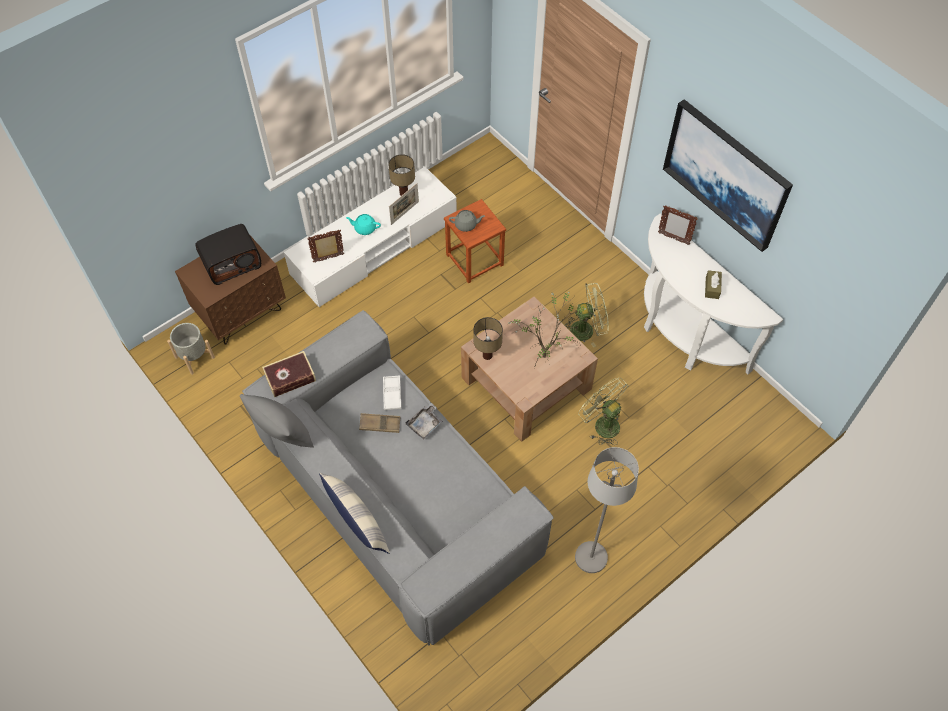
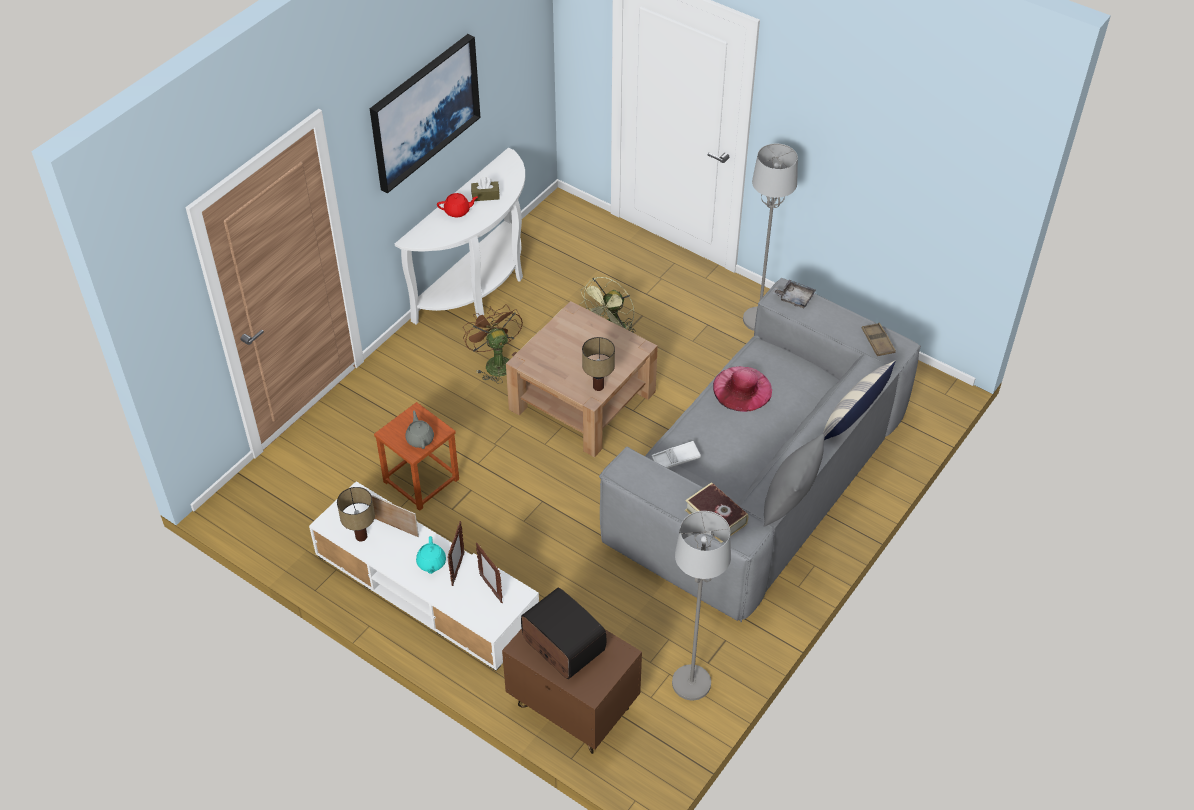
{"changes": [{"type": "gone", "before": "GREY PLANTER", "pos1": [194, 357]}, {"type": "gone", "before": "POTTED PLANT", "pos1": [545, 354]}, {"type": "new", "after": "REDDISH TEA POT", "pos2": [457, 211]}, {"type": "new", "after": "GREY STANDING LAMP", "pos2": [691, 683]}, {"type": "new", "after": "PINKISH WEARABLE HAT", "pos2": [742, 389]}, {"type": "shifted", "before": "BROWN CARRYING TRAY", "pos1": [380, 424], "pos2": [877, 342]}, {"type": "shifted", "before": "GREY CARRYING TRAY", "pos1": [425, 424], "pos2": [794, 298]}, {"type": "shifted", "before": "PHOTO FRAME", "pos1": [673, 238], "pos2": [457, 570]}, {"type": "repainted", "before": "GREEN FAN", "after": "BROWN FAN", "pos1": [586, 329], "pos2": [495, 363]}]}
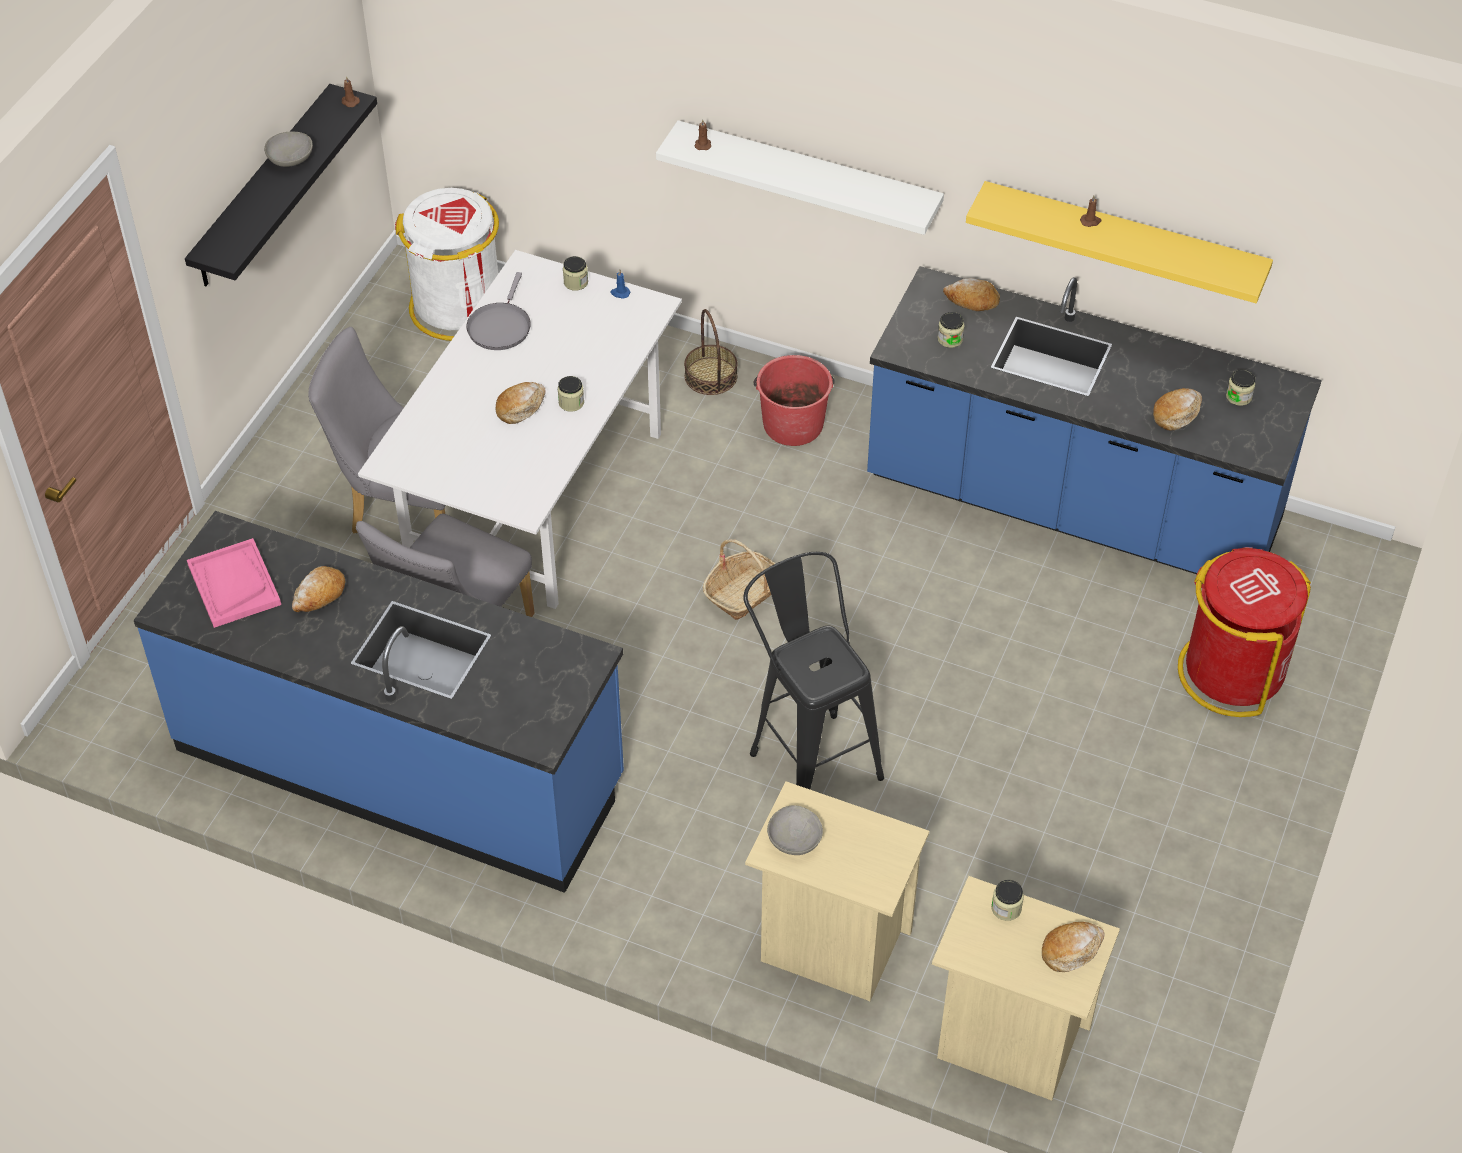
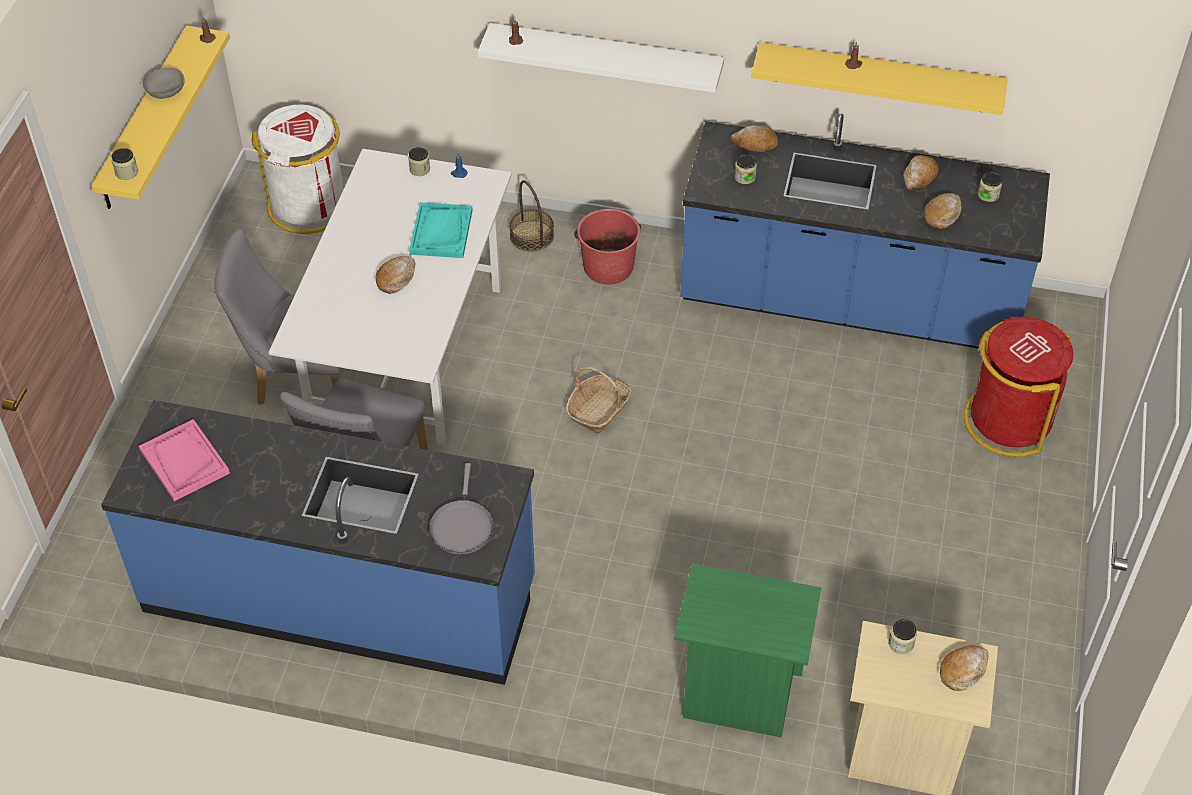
{"changes": [{"type": "gone", "before": "BLACK STOOL", "pos1": [809, 755]}, {"type": "gone", "before": "GREY DEEP DISH", "pos1": [794, 840]}, {"type": "new", "after": "TURQUOISE-COLOURED CARRYING TRAY", "pos2": [441, 232]}, {"type": "shifted", "before": "BAKERY BREAD", "pos1": [319, 595], "pos2": [919, 177]}, {"type": "shifted", "before": "GREY FRYING PAN", "pos1": [500, 326], "pos2": [461, 526]}, {"type": "shifted", "before": "JAR", "pos1": [571, 402], "pos2": [127, 172]}, {"type": "repainted", "before": "BLACK WALL SHELF", "after": "YELLOW WALL SHELF", "pos1": [263, 188], "pos2": [144, 119]}, {"type": "repainted", "before": "BEIGE-COLOURED NIGHTSTAND", "after": "GREEN NIGHTSTAND", "pos1": [830, 945], "pos2": [737, 695]}]}
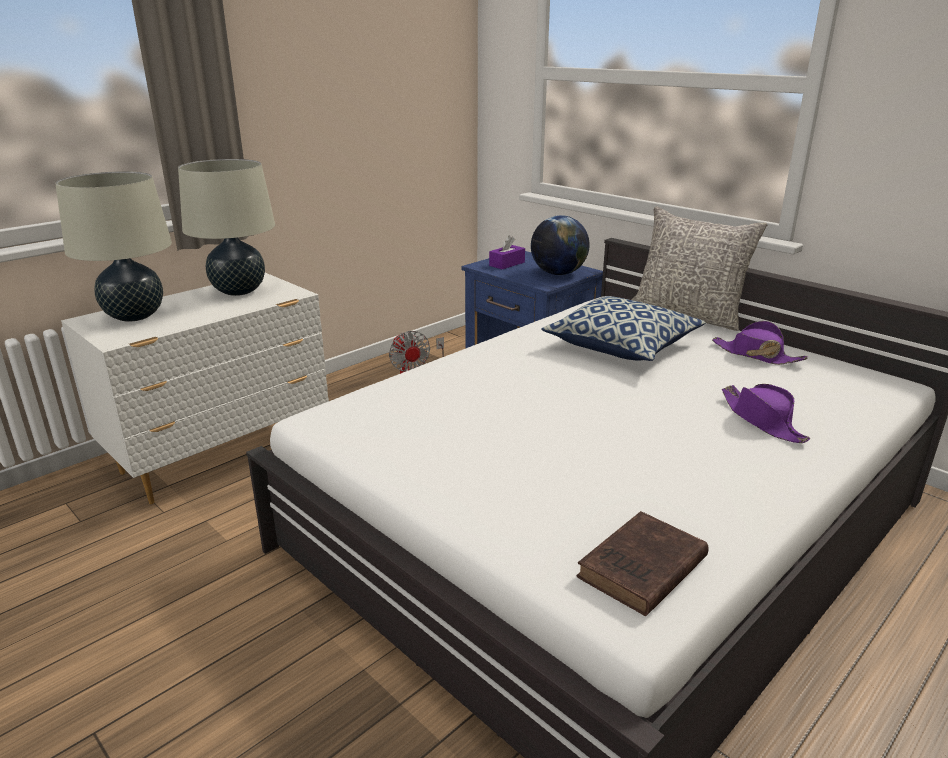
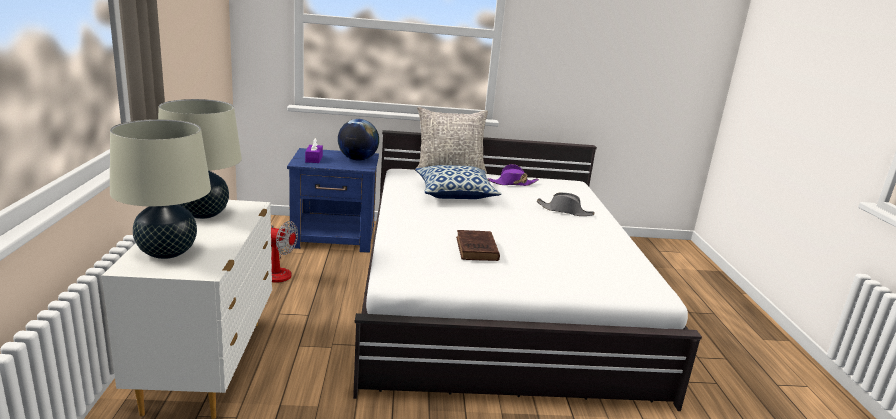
{"changes": [{"type": "shifted", "before": "BROWN BOOK", "pos1": [640, 569], "pos2": [477, 249]}, {"type": "repainted", "before": "PURPLE-COLOURED WEARABLE HAT", "after": "GREY WEARABLE HAT", "pos1": [762, 420], "pos2": [565, 211]}]}
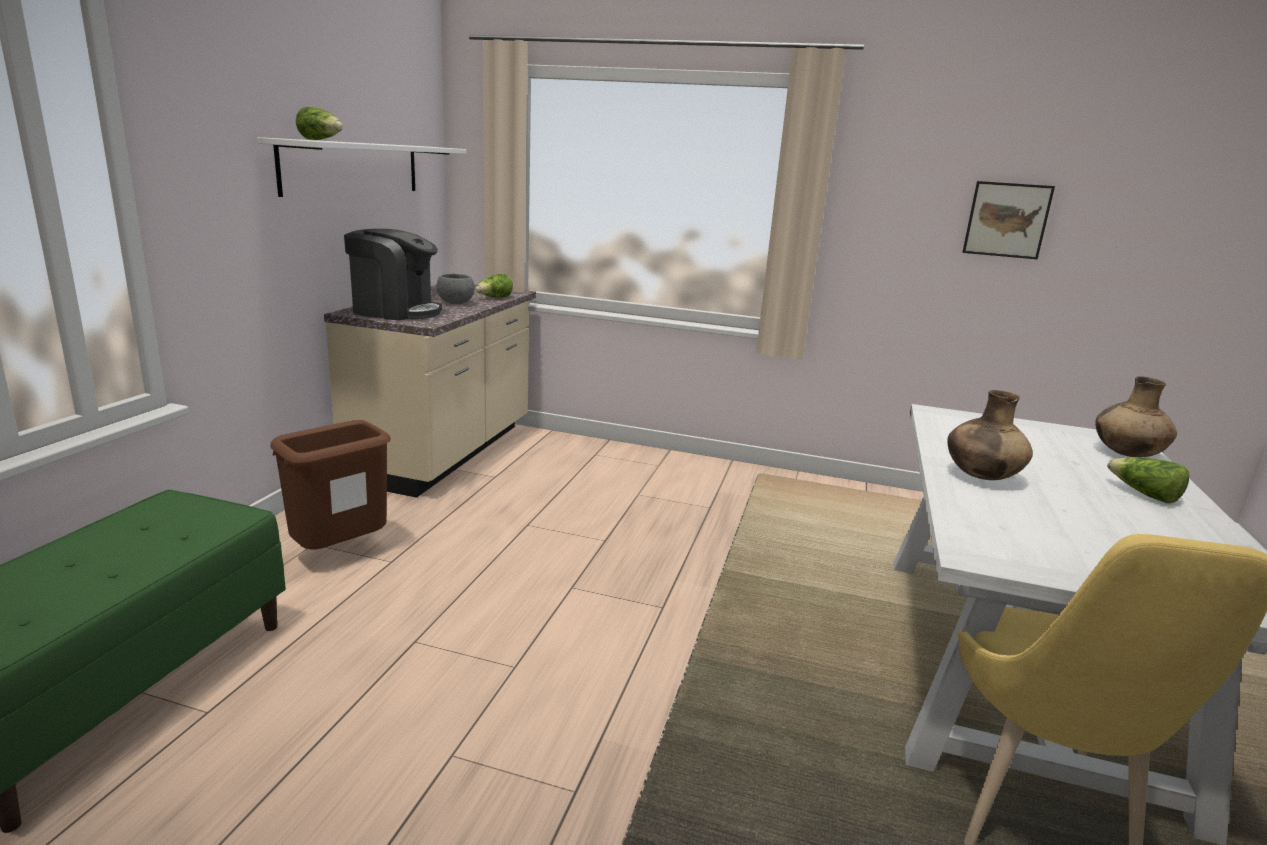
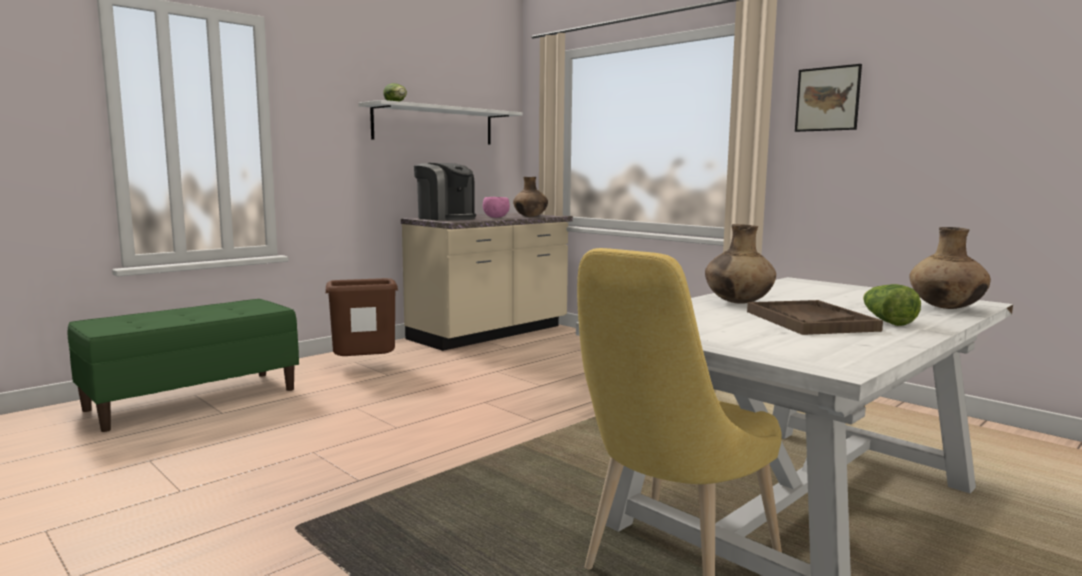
{"changes": [{"type": "new", "after": "BROWN CARRYING TRAY", "pos2": [809, 321]}, {"type": "shifted", "before": "WALL PICTURE", "pos1": [1007, 220], "pos2": [827, 99]}, {"type": "swapped", "before": "LETTUCE", "after": "BROWN DECORATIVE VASE", "pos1": [494, 298], "pos2": [530, 217]}, {"type": "repainted", "before": "GREY DEEP DISH", "after": "PINKISH DEEP DISH", "pos1": [456, 303], "pos2": [496, 217]}]}
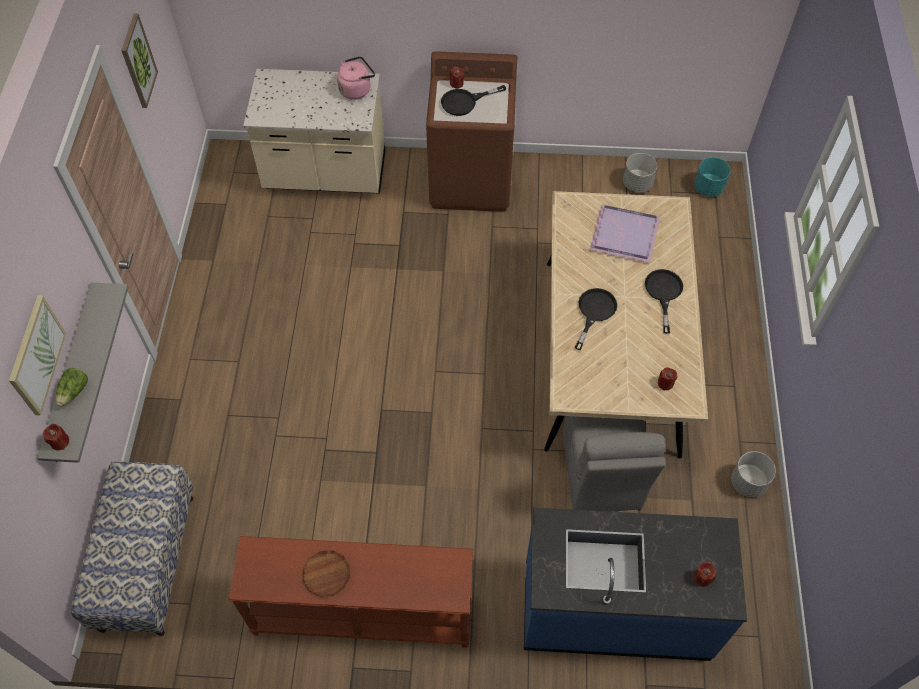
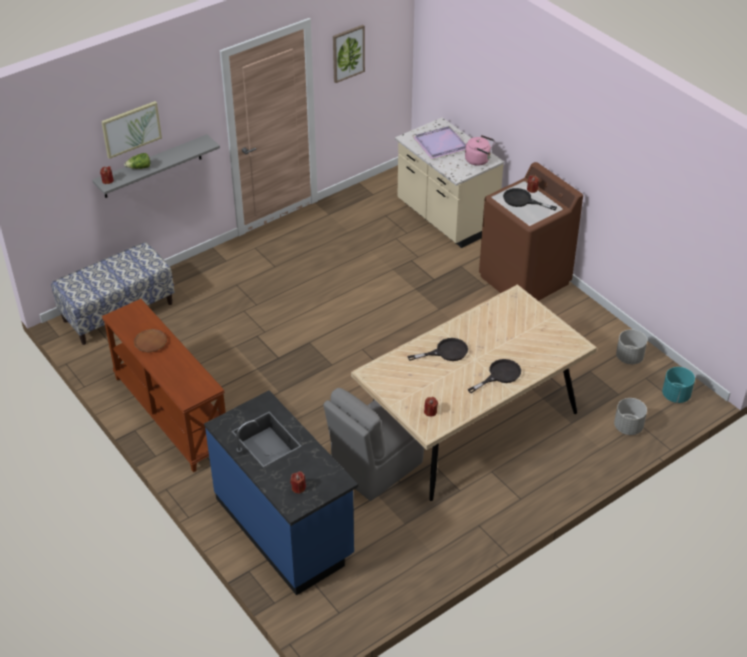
{"changes": [{"type": "shifted", "before": "PURPLE-COLOURED CARRYING TRAY", "pos1": [623, 235], "pos2": [439, 144]}, {"type": "shifted", "before": "GREY PLANTER", "pos1": [747, 483], "pos2": [627, 427]}]}
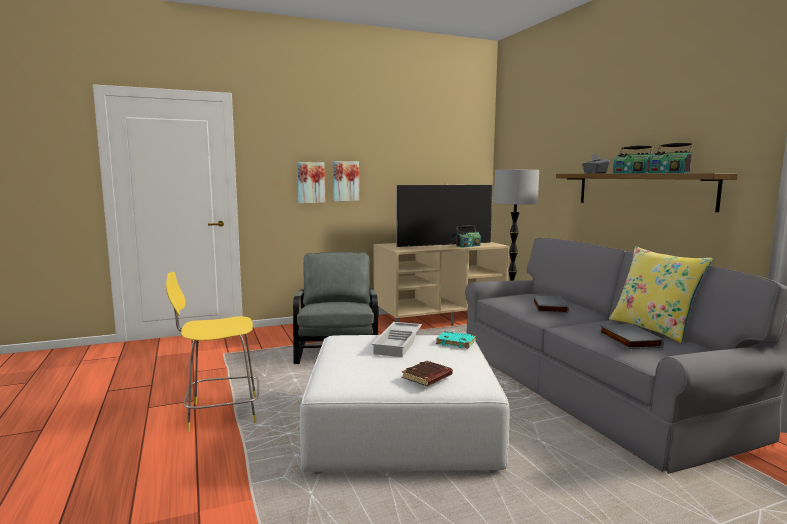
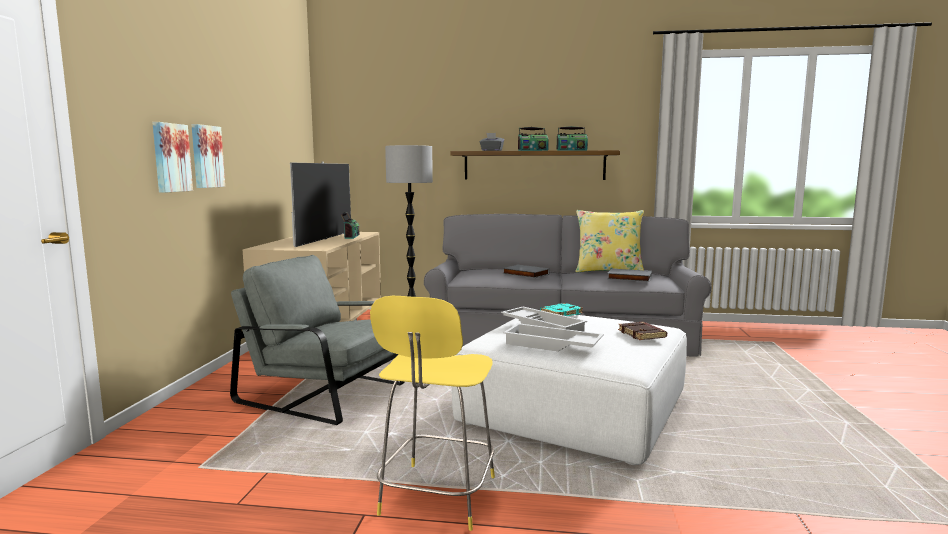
{"changes": [{"type": "new", "after": "WHITE CARRYING TRAY", "pos2": [551, 345]}]}
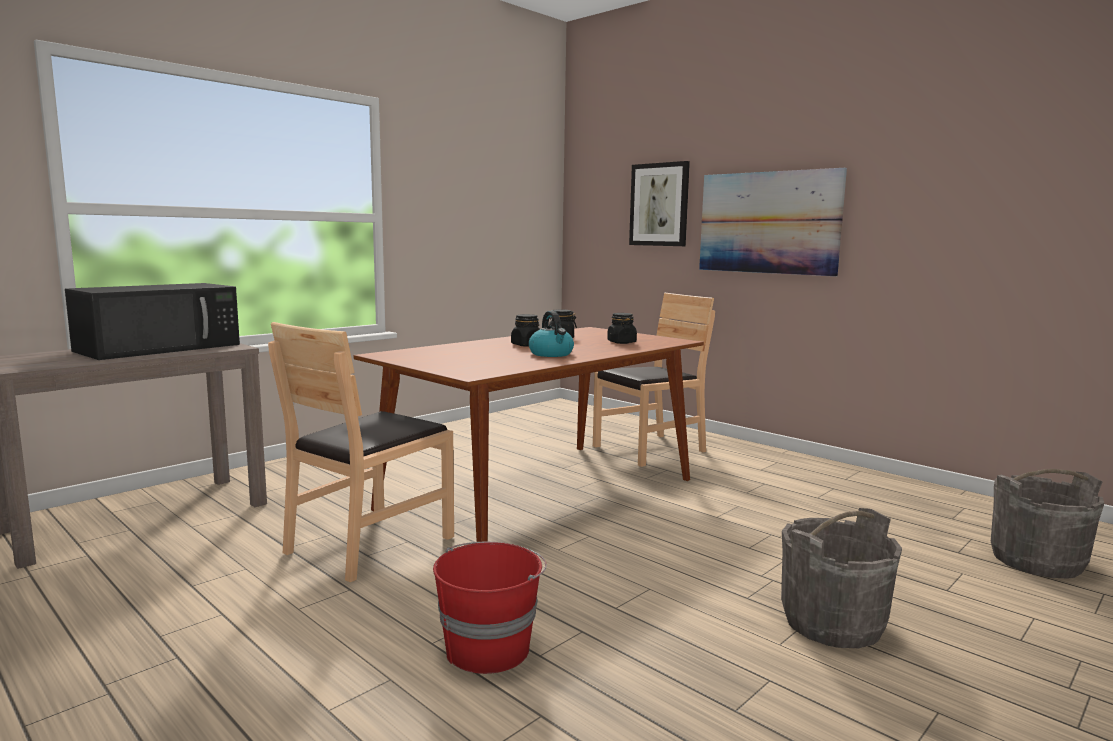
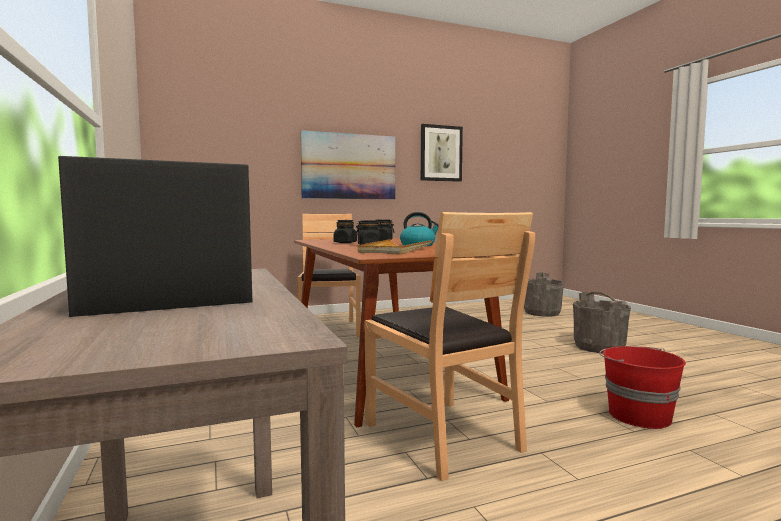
{"changes": [{"type": "new", "after": "BEIGE-COLOURED CARRYING TRAY", "pos2": [395, 250]}, {"type": "shifted", "before": "WALL PICTURE", "pos1": [659, 204], "pos2": [441, 153]}]}
